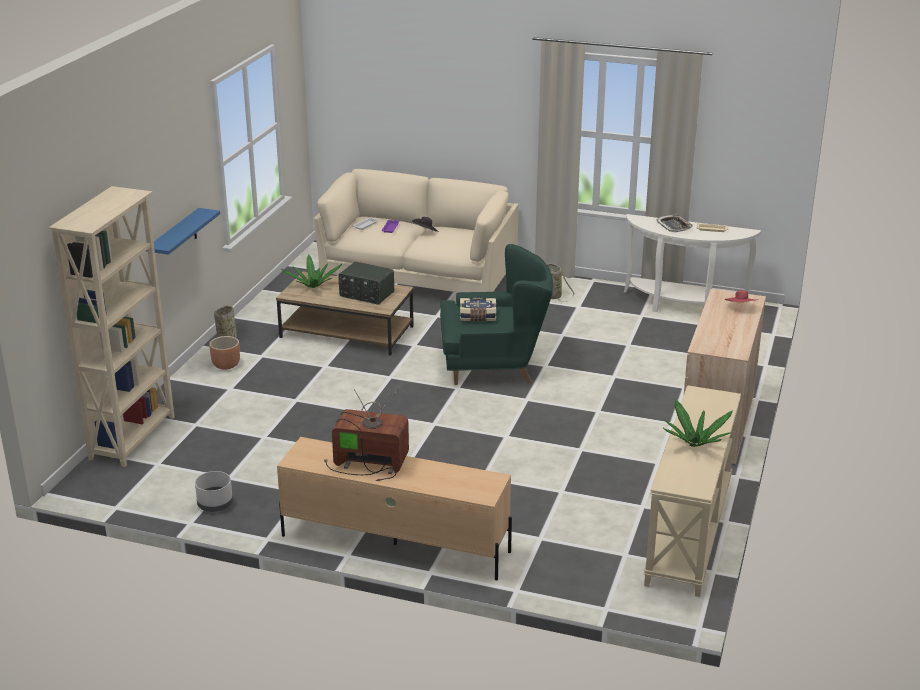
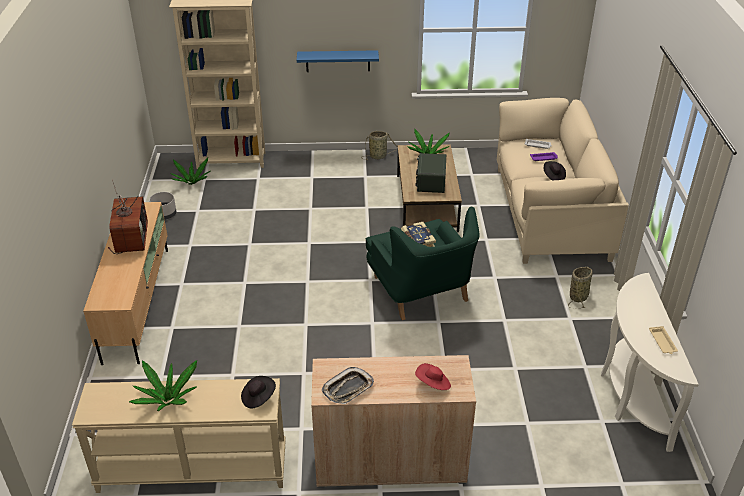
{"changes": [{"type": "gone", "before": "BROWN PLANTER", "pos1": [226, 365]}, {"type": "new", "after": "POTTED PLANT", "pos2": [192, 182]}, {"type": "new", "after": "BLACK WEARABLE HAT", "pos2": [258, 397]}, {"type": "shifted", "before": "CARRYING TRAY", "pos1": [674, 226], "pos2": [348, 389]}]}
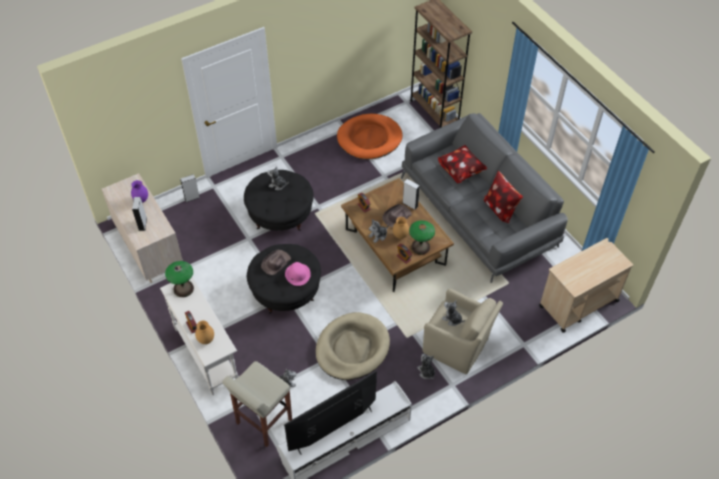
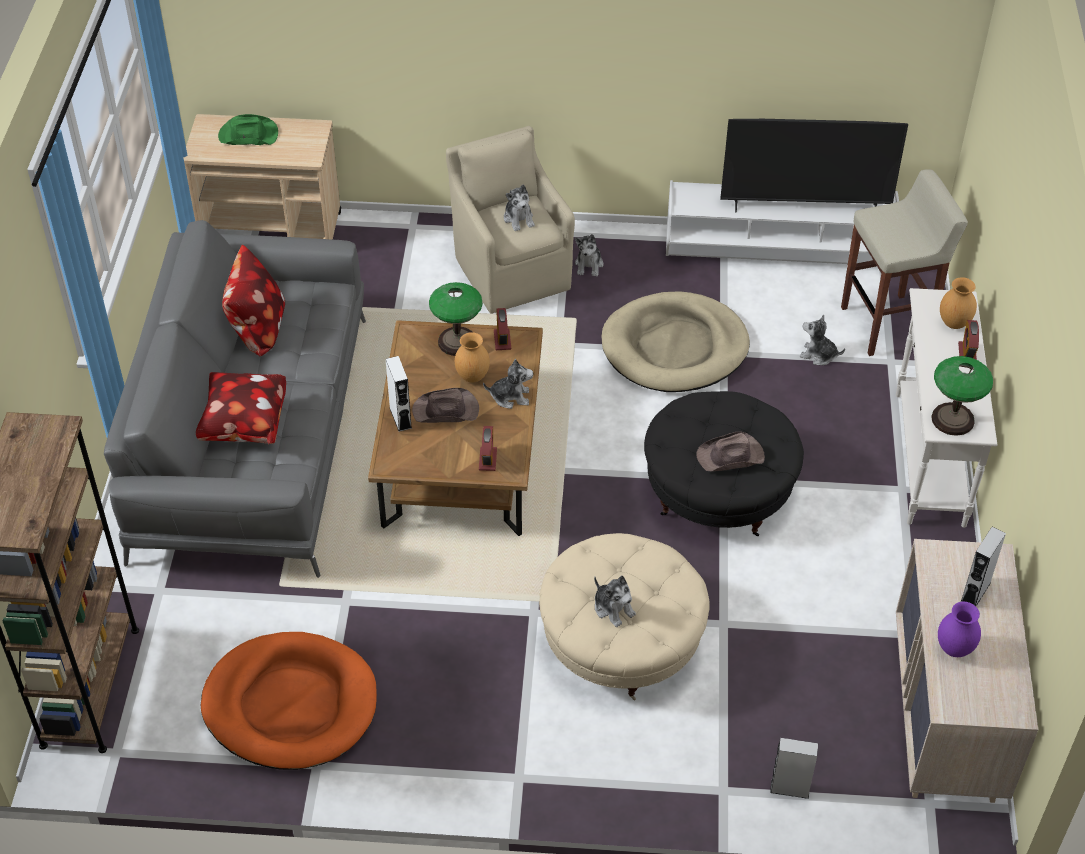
{"changes": [{"type": "gone", "before": "PINKISH WEARABLE HAT", "pos1": [297, 274]}, {"type": "new", "after": "GREEN WEARABLE HAT", "pos2": [247, 135]}, {"type": "repainted", "before": "BLACK OTTOMAN", "after": "BEIGE-COLOURED OTTOMAN", "pos1": [280, 213], "pos2": [621, 640]}]}
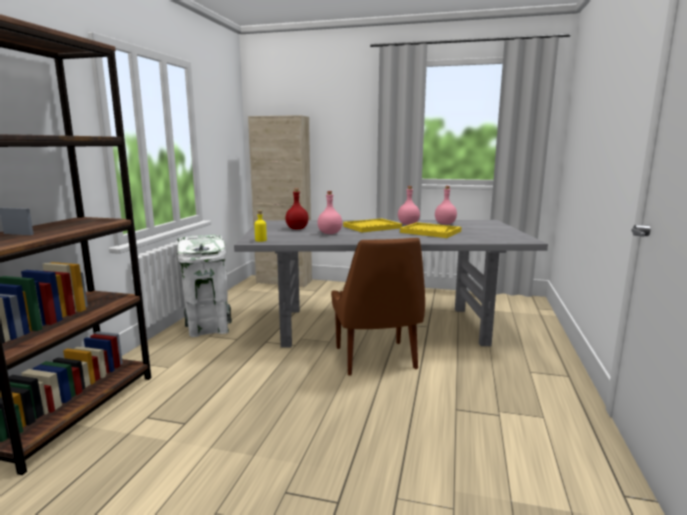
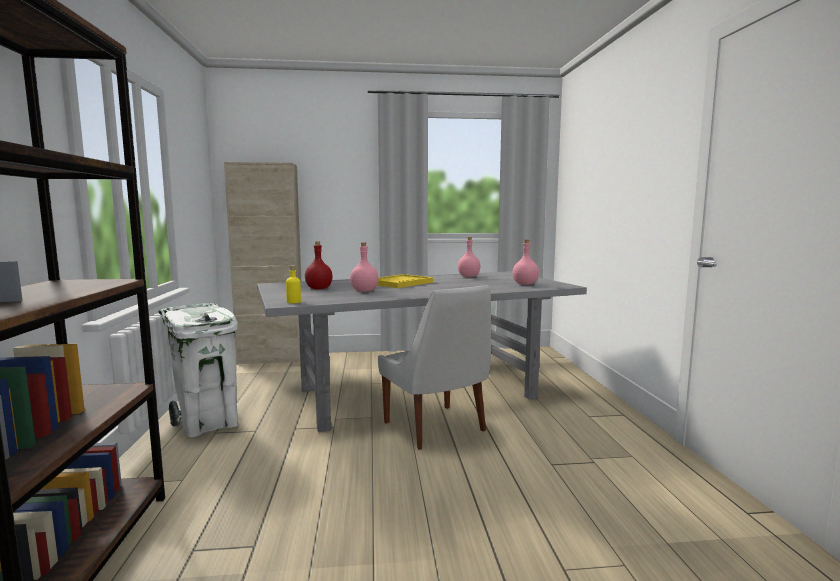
{"changes": [{"type": "gone", "before": "YELLOW CARRYING TRAY", "pos1": [430, 232]}, {"type": "shifted", "before": "PINKISH BEVERAGE BOTTLE", "pos1": [408, 224], "pos2": [525, 284]}, {"type": "repainted", "before": "BROWN UPRIGHT CHAIR", "after": "WHITE UPRIGHT CHAIR", "pos1": [376, 359], "pos2": [436, 428]}]}
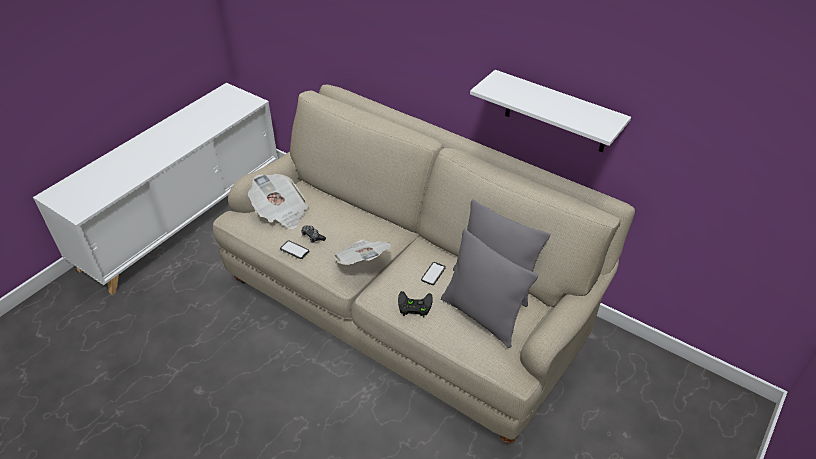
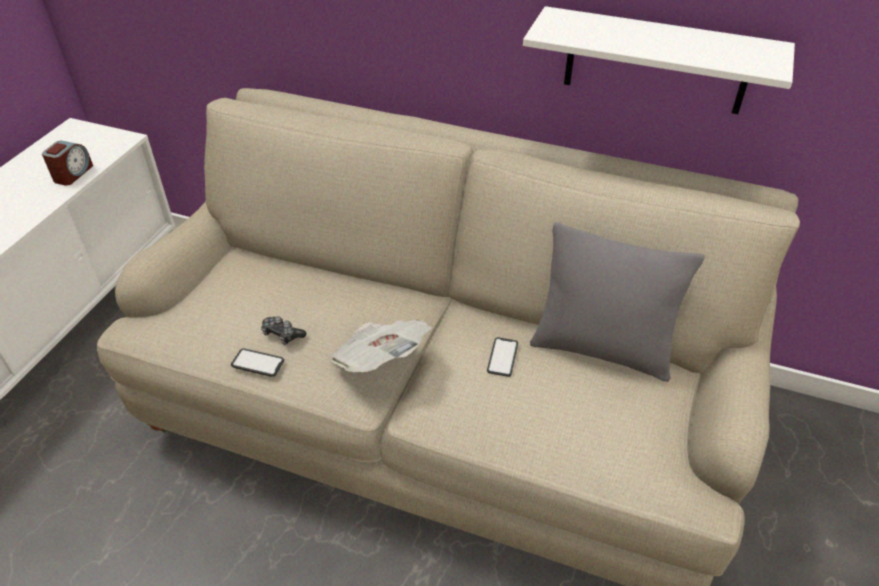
{"changes": [{"type": "gone", "before": "PRINTED PAPER", "pos1": [281, 212]}, {"type": "gone", "before": "BLACK GAMEPAD", "pos1": [413, 306]}, {"type": "gone", "before": "GREY CUSHION", "pos1": [482, 316]}, {"type": "new", "after": "ALARM CLOCK", "pos2": [73, 174]}]}
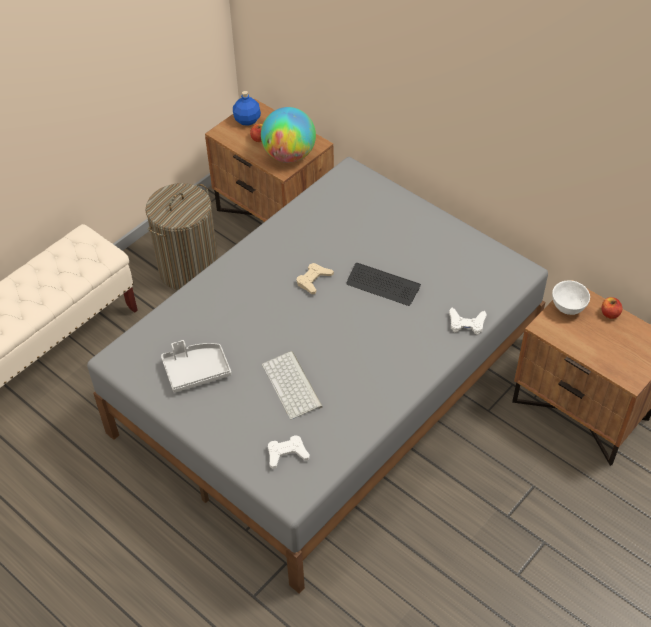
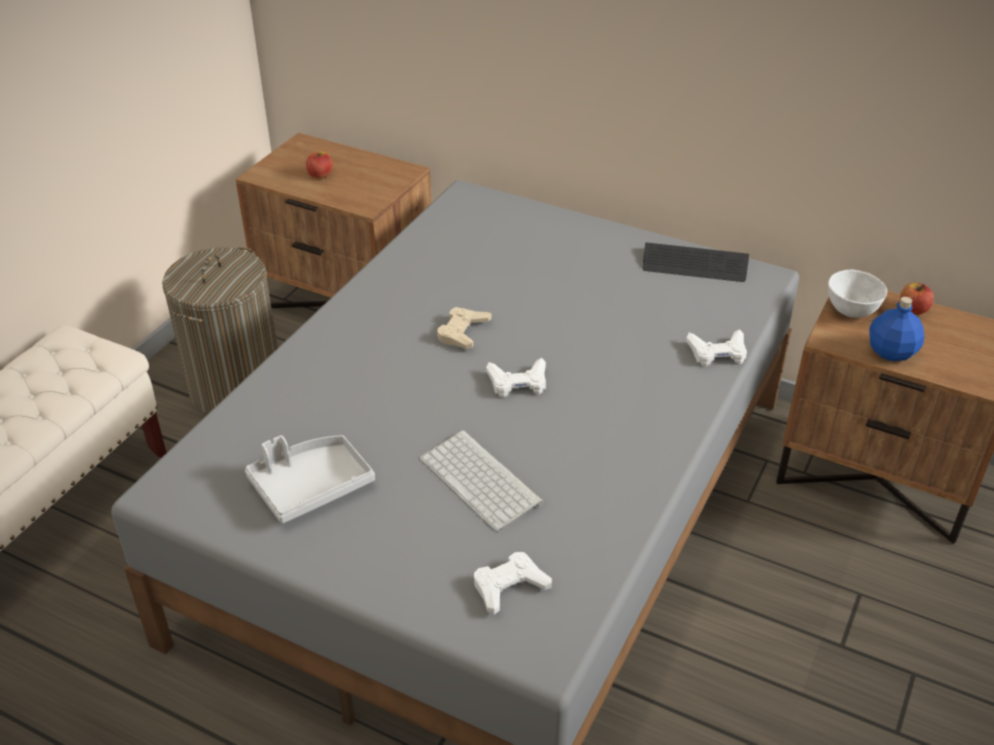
{"changes": [{"type": "gone", "before": "DESK GLOBE", "pos1": [289, 155]}, {"type": "new", "after": "WHITE GAMEPAD", "pos2": [518, 382]}, {"type": "shifted", "before": "BLUE-COLOURED BEVERAGE BOTTLE", "pos1": [247, 120], "pos2": [891, 351]}, {"type": "shifted", "before": "KEYBOARD", "pos1": [383, 285], "pos2": [694, 264]}]}
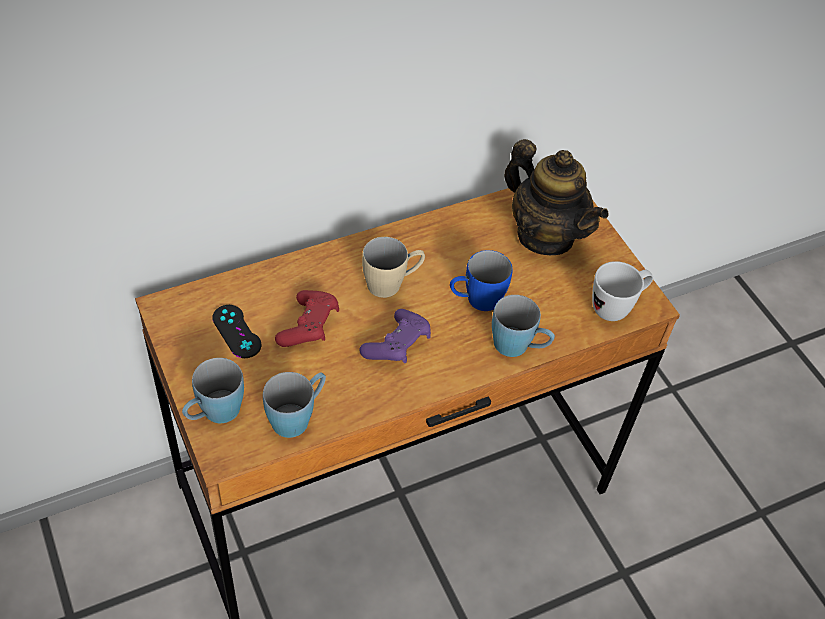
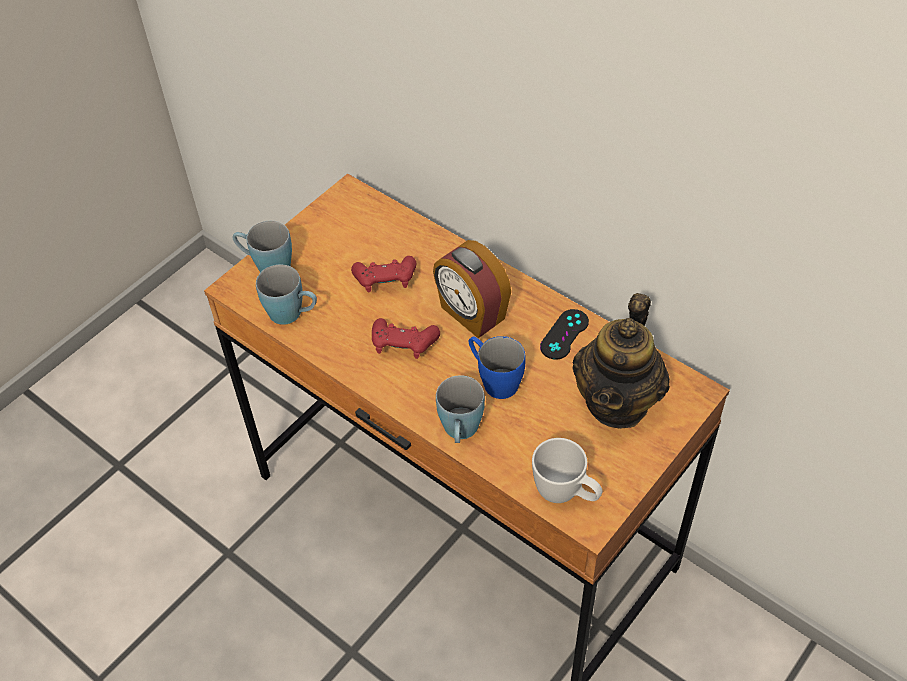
{"changes": [{"type": "shifted", "before": "BLACK GAMEPAD", "pos1": [236, 331], "pos2": [564, 334]}, {"type": "swapped", "before": "BEIGE-COLOURED COFFEE MUG", "after": "ALARM CLOCK", "pos1": [392, 283], "pos2": [471, 314]}, {"type": "repainted", "before": "PURPLE-COLOURED GAMEPAD", "after": "REDDISH GAMEPAD", "pos1": [397, 346], "pos2": [403, 346]}]}
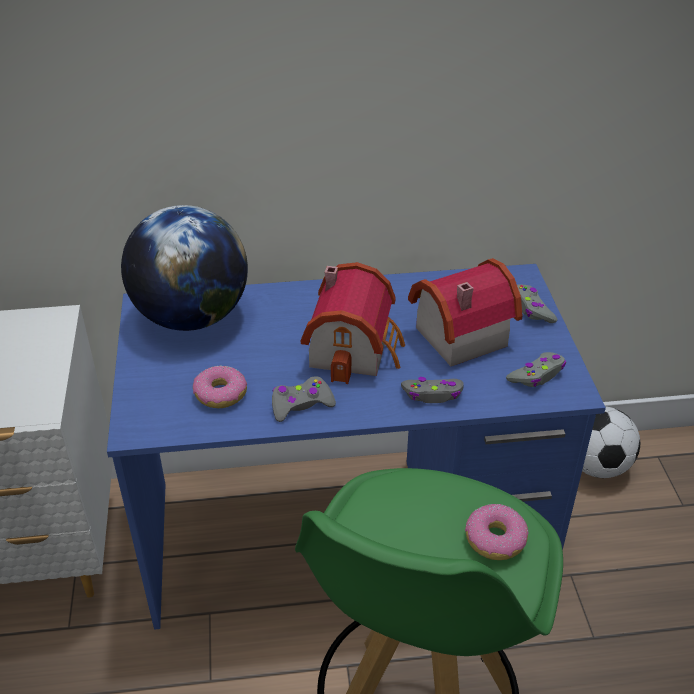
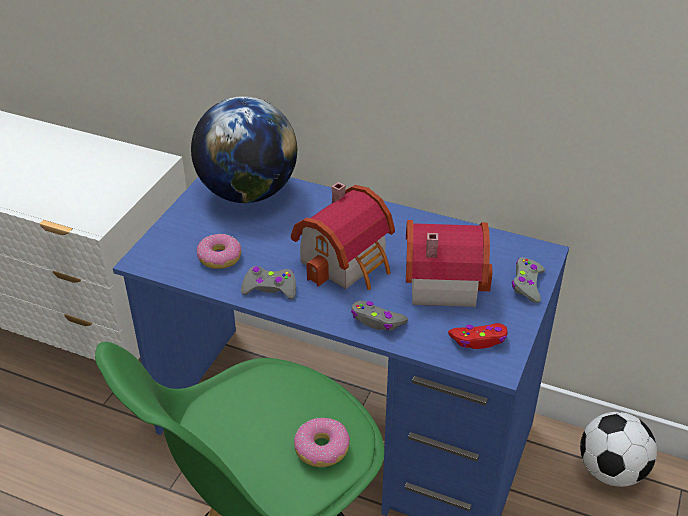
{"changes": [{"type": "repainted", "before": "GREY GAMEPAD", "after": "REDDISH GAMEPAD", "pos1": [537, 375], "pos2": [479, 340]}]}
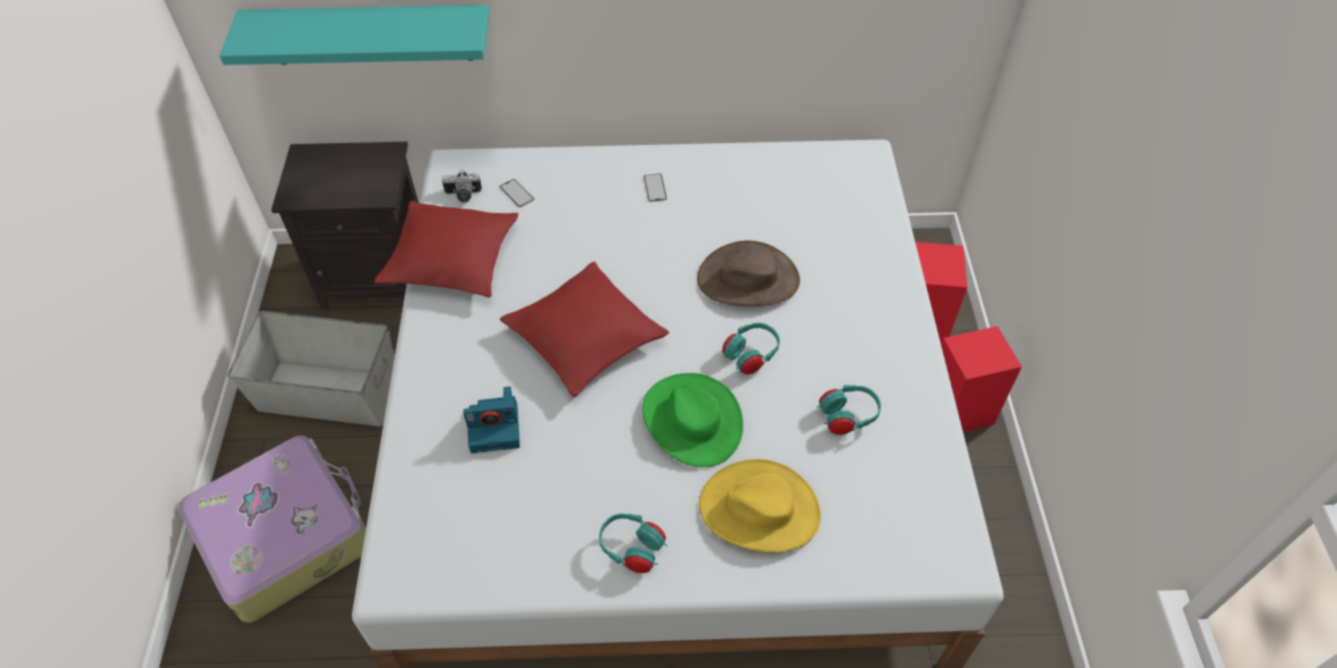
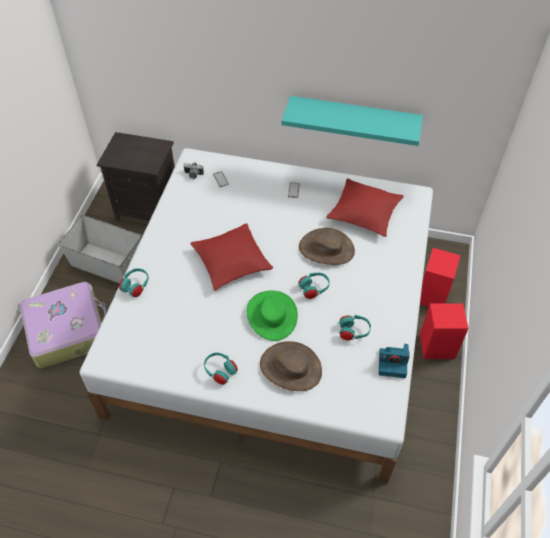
{"changes": [{"type": "new", "after": "TURQUOISE-COLOURED HEADSET", "pos2": [135, 287]}, {"type": "shifted", "before": "TURQUOISE-COLOURED WALL SHELF", "pos1": [370, 34], "pos2": [354, 119]}, {"type": "shifted", "before": "REDDISH CUSHION", "pos1": [451, 259], "pos2": [364, 213]}, {"type": "shifted", "before": "STILL CAMERA", "pos1": [496, 427], "pos2": [393, 363]}, {"type": "repainted", "before": "YELLOW WEARABLE HAT", "after": "BROWN WEARABLE HAT", "pos1": [759, 509], "pos2": [291, 367]}]}
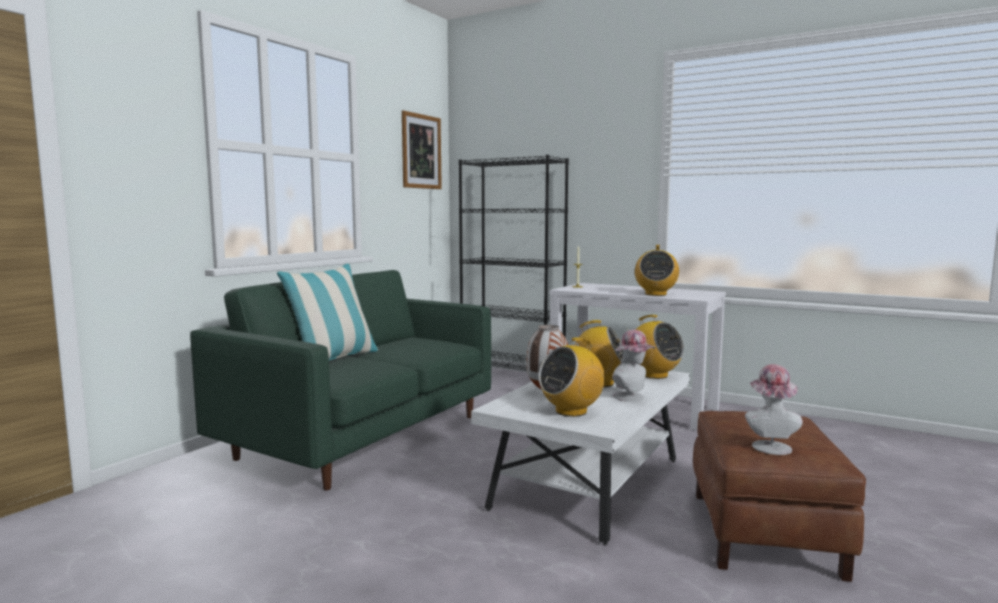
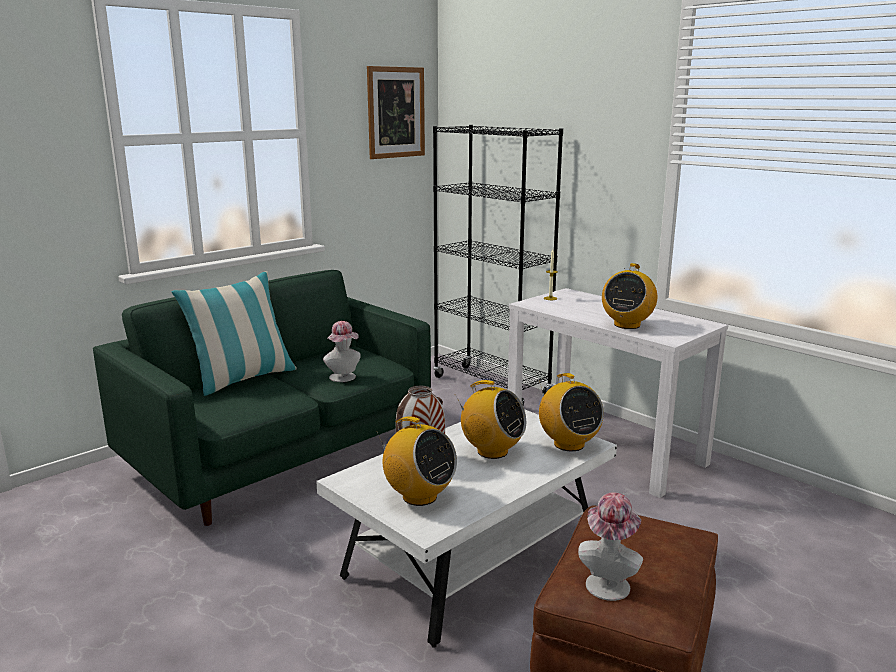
{"changes": [{"type": "shifted", "before": "WEARABLE HAT", "pos1": [632, 397], "pos2": [344, 378]}, {"type": "rotated", "before": "RADIO", "pos1": [571, 411], "pos2": [419, 496], "turn": -120}]}
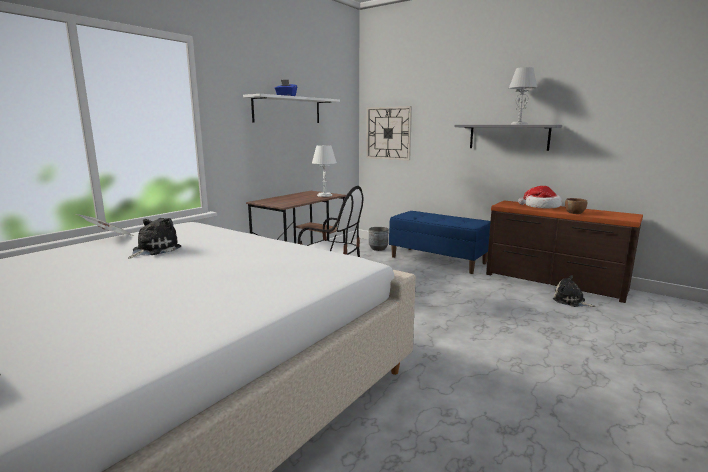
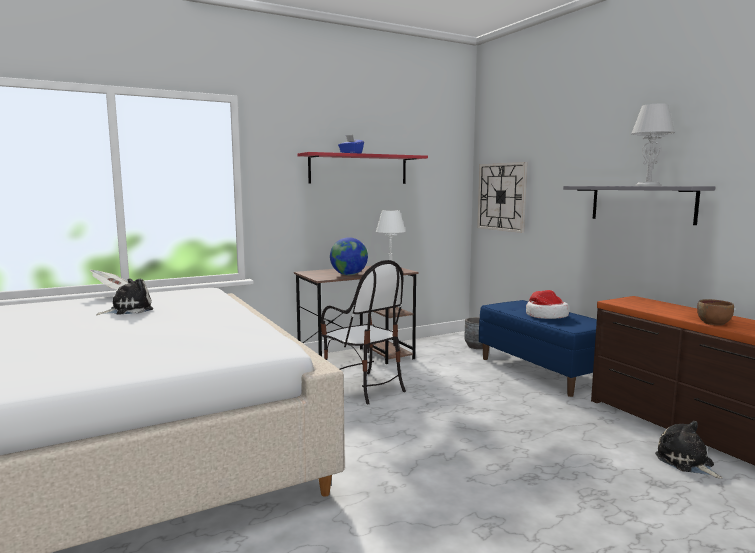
{"changes": [{"type": "new", "after": "DESK GLOBE", "pos2": [349, 275]}, {"type": "shifted", "before": "WEARABLE HAT", "pos1": [541, 207], "pos2": [545, 316]}, {"type": "repainted", "before": "WHITE WALL SHELF", "after": "REDDISH WALL SHELF", "pos1": [287, 110], "pos2": [358, 169]}]}
